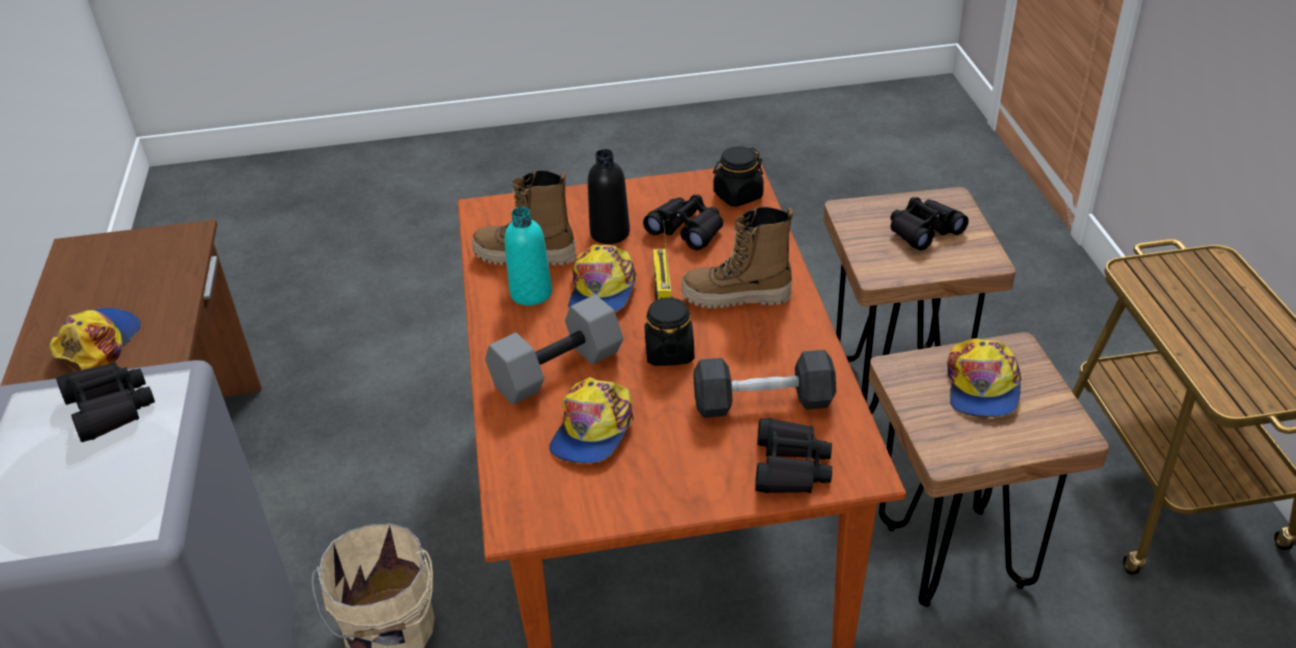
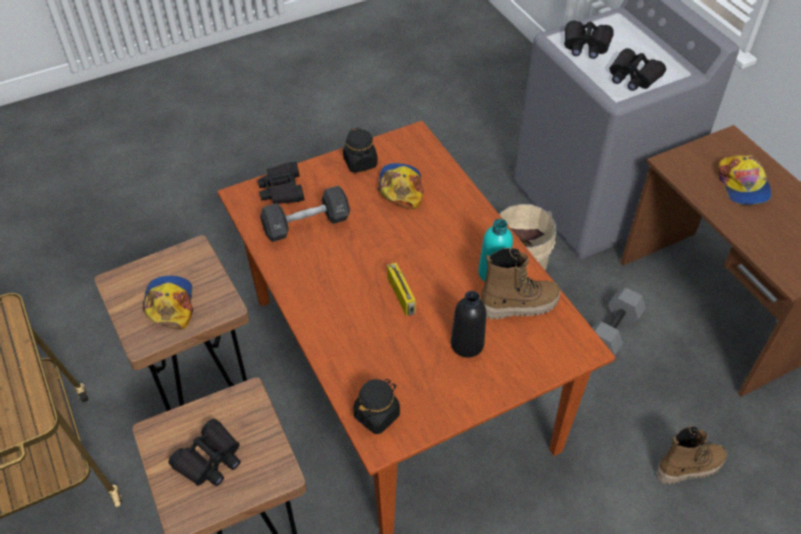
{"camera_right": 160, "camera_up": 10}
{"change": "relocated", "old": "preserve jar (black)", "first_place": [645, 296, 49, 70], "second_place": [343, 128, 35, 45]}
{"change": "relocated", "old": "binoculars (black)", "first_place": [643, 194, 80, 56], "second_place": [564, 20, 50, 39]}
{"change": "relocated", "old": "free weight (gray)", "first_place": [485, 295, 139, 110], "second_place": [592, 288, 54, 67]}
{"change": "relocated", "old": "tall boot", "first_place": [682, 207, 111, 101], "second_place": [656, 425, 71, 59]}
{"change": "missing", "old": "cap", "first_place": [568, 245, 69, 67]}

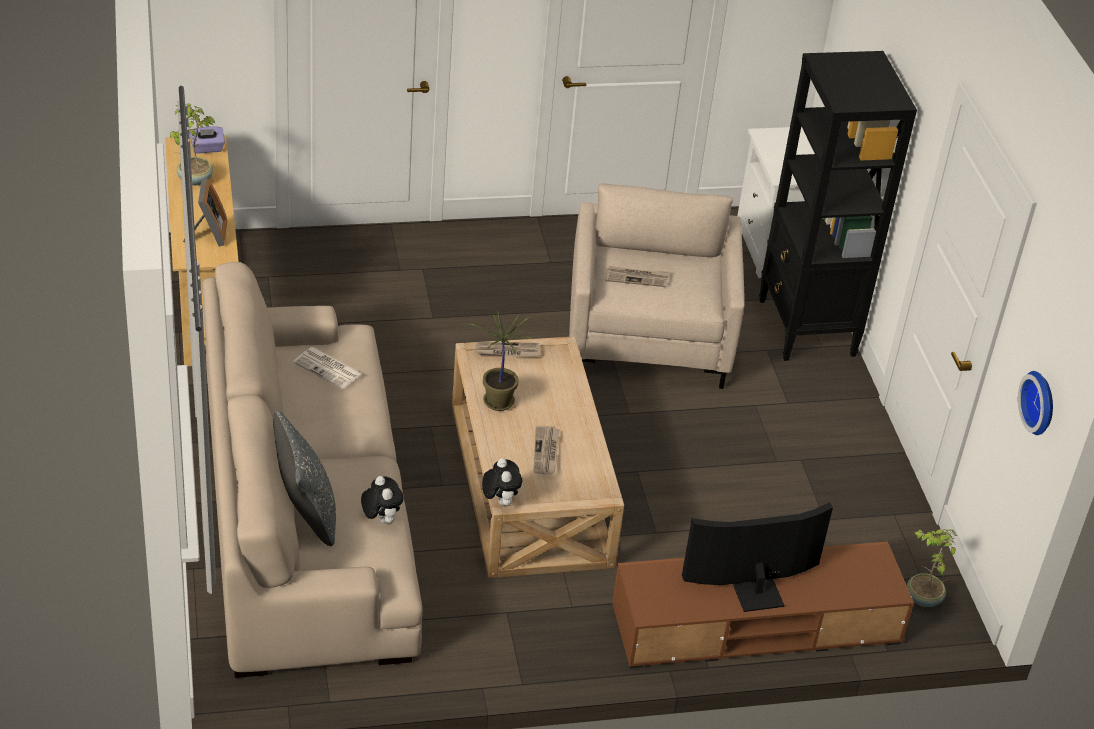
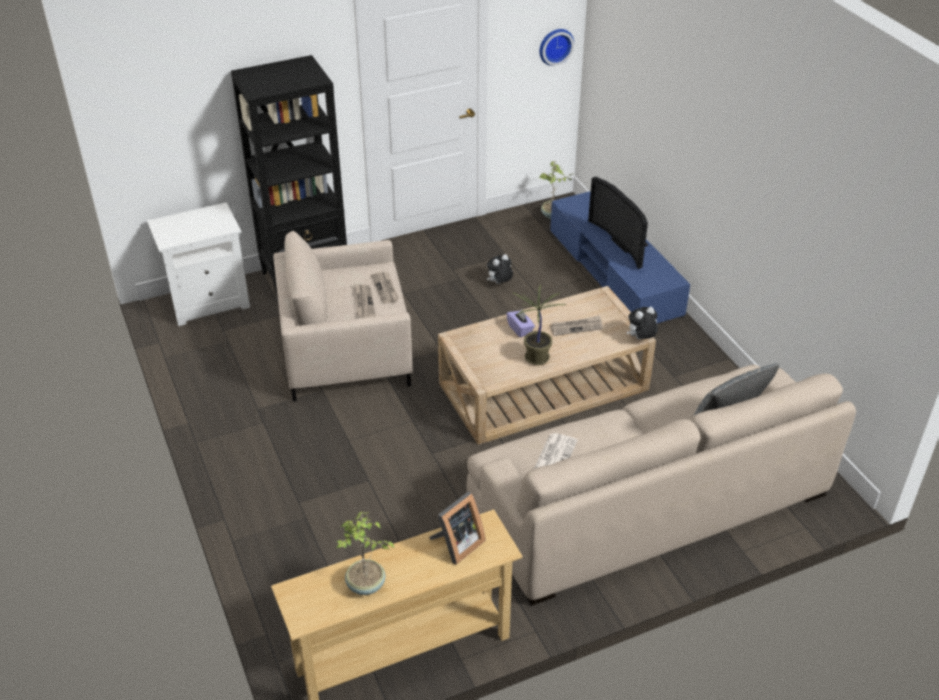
{"camera_right": -100, "camera_up": 0}
{"change": "relocated", "old": "printed paper", "first_place": [475, 342, 66, 15], "second_place": [371, 271, 28, 33]}
{"change": "spun", "old": "standing frame", "first_place": [183, 178, 44, 69], "second_place": [429, 492, 57, 73], "degrees": 150}
{"change": "relocated", "old": "cuddly toy", "first_place": [361, 476, 42, 47], "second_place": [487, 254, 26, 30]}
{"change": "relocated", "old": "box of tissues (purple-coloured)", "first_place": [189, 126, 36, 27], "second_place": [506, 309, 29, 28]}
{"change": "colour", "old": "media console (brown-coloured)", "new": "media console (blue-coloured)", "first_place": [612, 542, 302, 126], "second_place": [550, 191, 140, 133]}

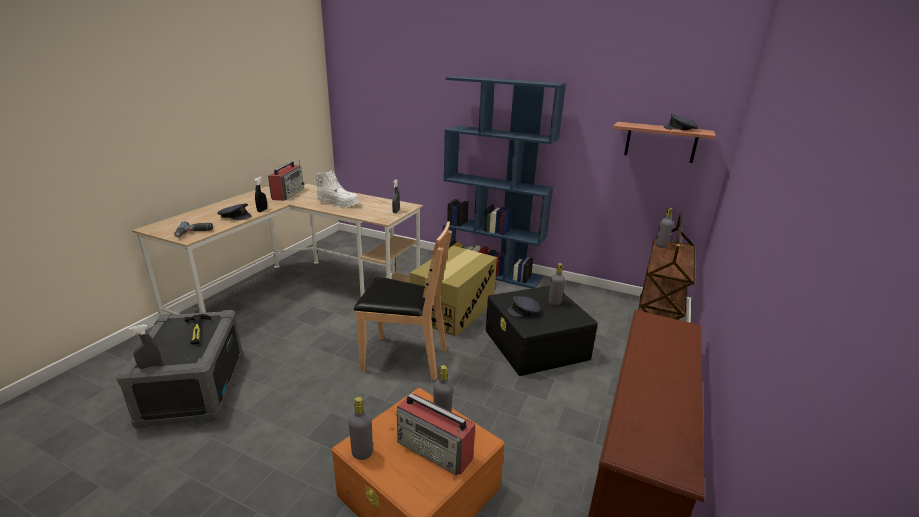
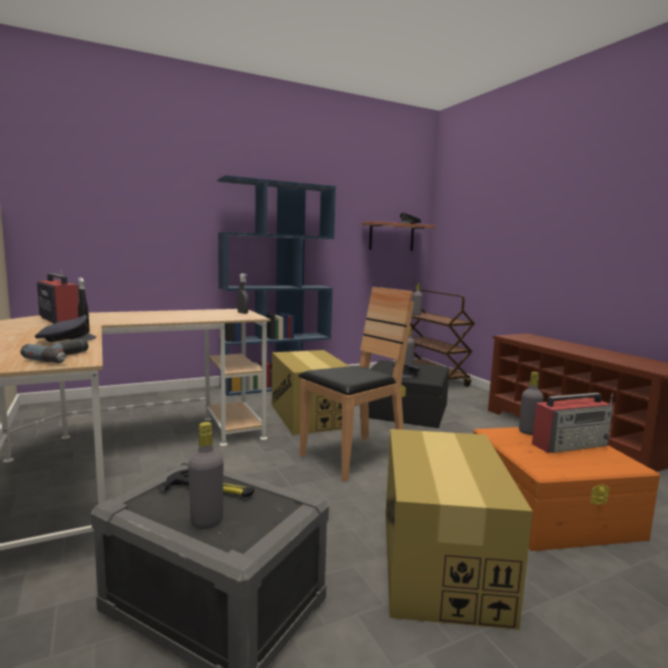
{"camera_right": -50, "camera_up": -15}
{"change": "relocated", "old": "beverage bottle (gray)", "first_place": [348, 397, 25, 63], "second_place": [188, 422, 35, 107]}
{"change": "appeared", "new": "cardboard box", "second_place": [386, 429, 147, 201]}
{"change": "missing", "old": "hand sprayer (gray)", "first_place": [129, 325, 32, 44]}
{"change": "missing", "old": "tall boot (white-coloured)", "first_place": [315, 170, 45, 38]}

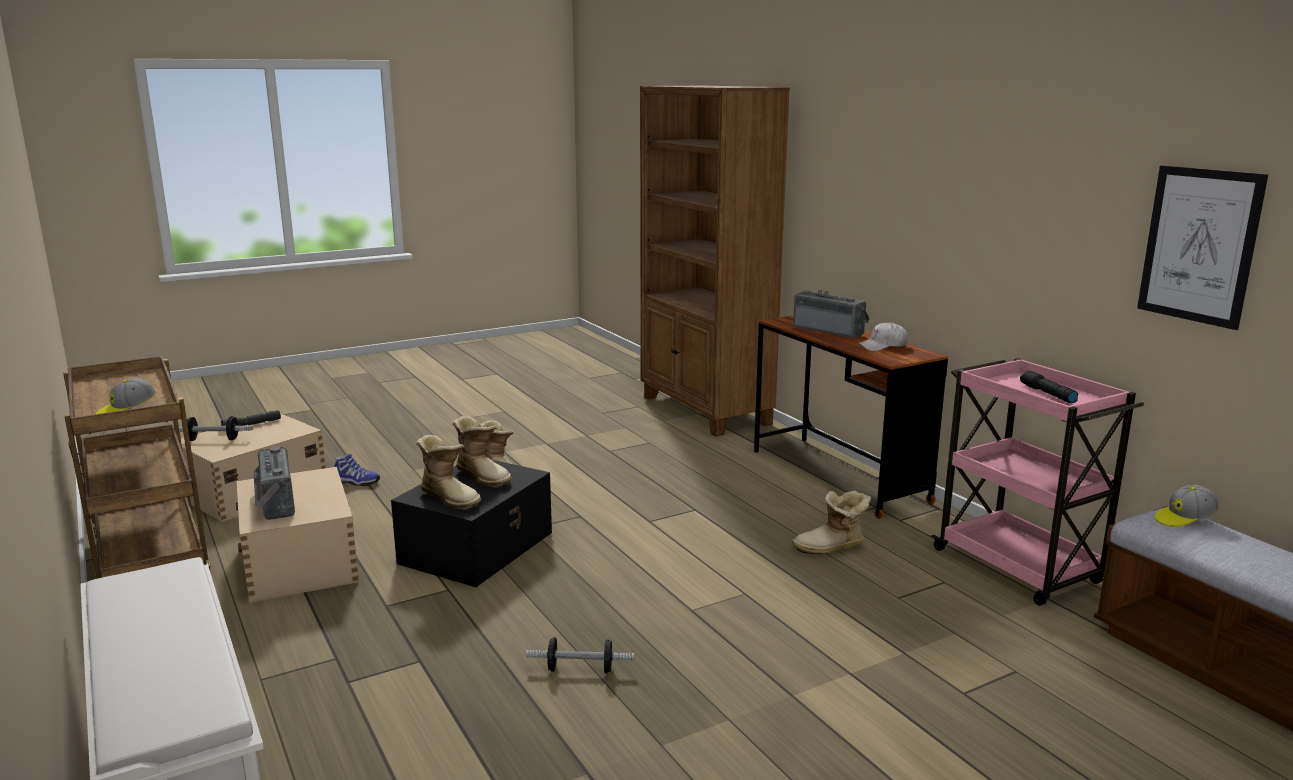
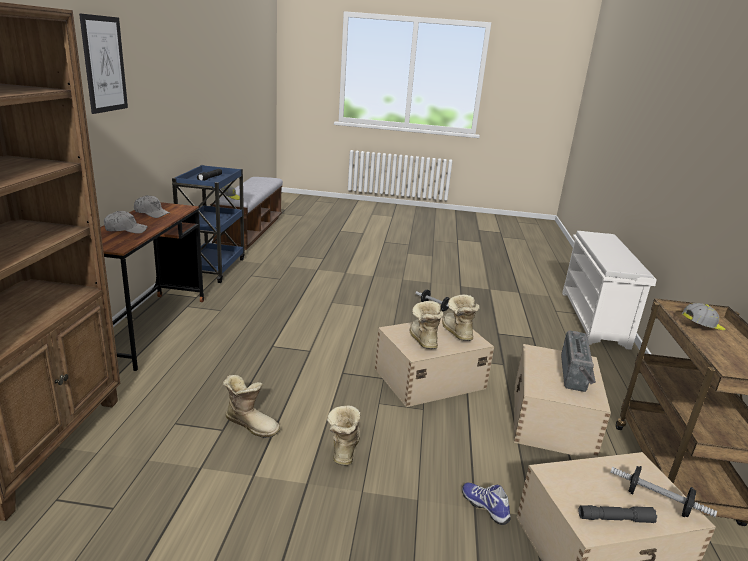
{"camera_right": -145, "camera_up": 5}
{"change": "relocated", "old": "wall art", "first_place": [1137, 166, 131, 164], "second_place": [79, 13, 49, 101]}
{"change": "exchanged", "old": "radio", "new": "cap (white-coloured)", "first_place": [793, 290, 77, 48], "second_place": [104, 211, 44, 23]}
{"change": "colour", "old": "wheeled cart (pink-coloured)", "new": "wheeled cart (blue-coloured)", "first_place": [931, 358, 213, 248], "second_place": [172, 165, 73, 118]}
{"change": "relocated", "old": "tall boot", "first_place": [792, 490, 79, 64], "second_place": [223, 375, 57, 63]}
{"change": "colour", "old": "storage container (black)", "new": "storage container (beige)", "first_place": [391, 460, 161, 127], "second_place": [375, 317, 119, 90]}

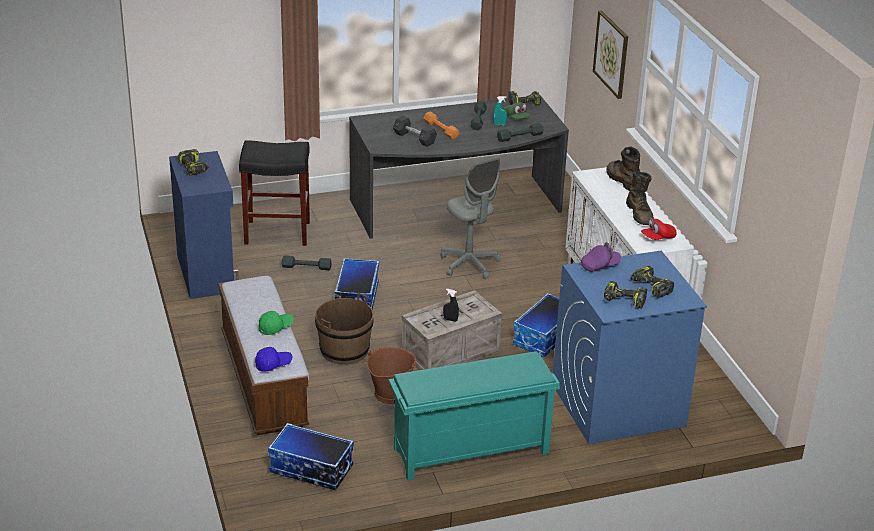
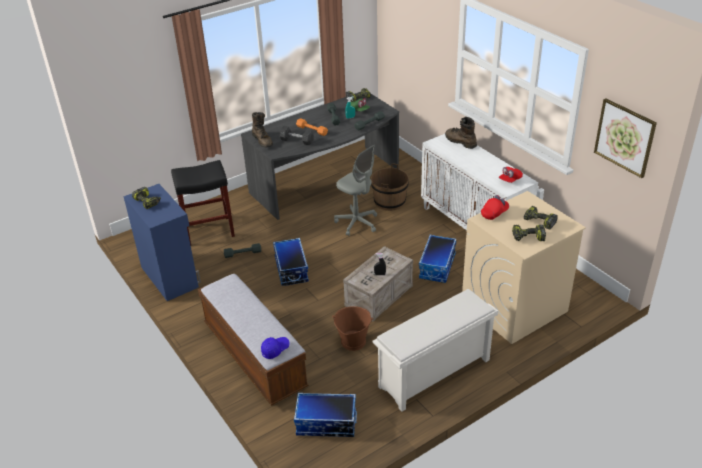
{"camera_right": -15, "camera_up": 5}
{"change": "relocated", "old": "tall boot (brown-coloured)", "first_place": [626, 171, 28, 54], "second_place": [252, 112, 21, 36]}
{"change": "relocated", "old": "pail (brown-coloured)", "first_place": [315, 293, 59, 71], "second_place": [371, 163, 38, 48]}
{"change": "colour", "old": "shoe rack (turquoise)", "new": "shoe rack (white-coloured)", "first_place": [389, 351, 171, 129], "second_place": [373, 289, 125, 123]}
{"change": "colour", "old": "washing machine (blue-coloured)", "new": "washing machine (beige)", "first_place": [553, 251, 154, 193], "second_place": [462, 191, 124, 153]}
{"change": "colour", "old": "cap (purple-coloured)", "new": "cap (red)", "first_place": [581, 242, 40, 30], "second_place": [481, 195, 28, 25]}
{"change": "relocated", "old": "wall art", "first_place": [593, 11, 35, 88], "second_place": [594, 99, 63, 79]}
{"change": "missing", "old": "cap (green)", "first_place": [259, 311, 35, 24]}

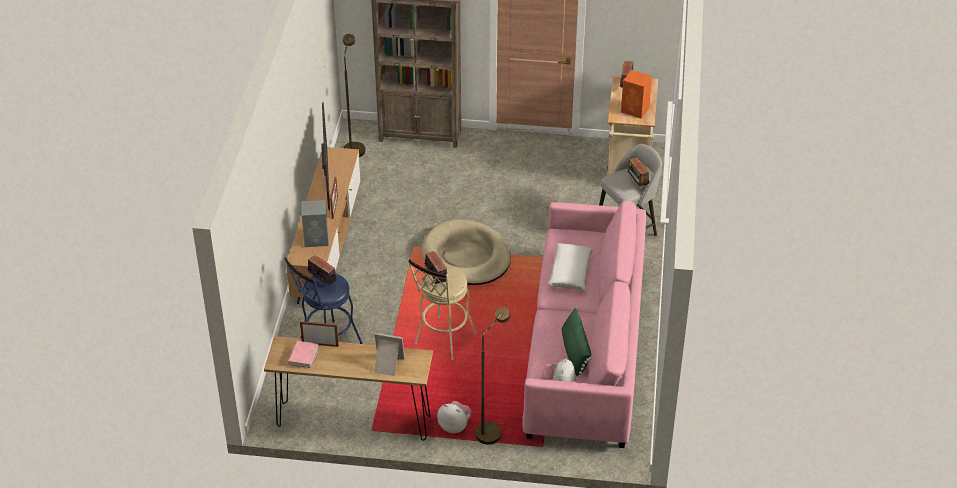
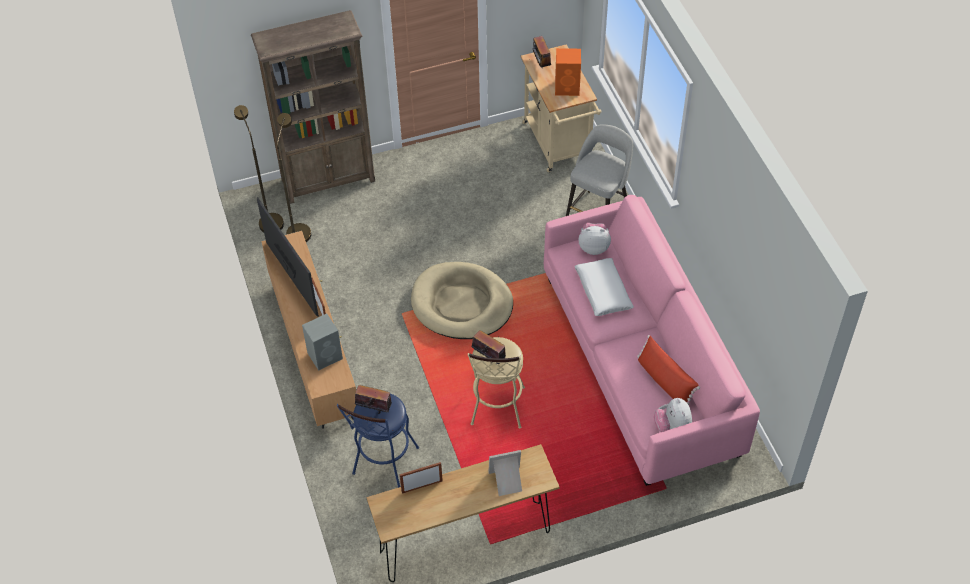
{"camera_right": -25, "camera_up": 10}
{"change": "relocated", "old": "standing lamp (brown-coloured)", "first_place": [475, 307, 35, 138], "second_place": [277, 113, 34, 129]}
{"change": "relocated", "old": "cuddly toy", "first_place": [437, 401, 34, 32], "second_place": [578, 223, 33, 32]}
{"change": "colour", "old": "throw pillow (green)", "new": "throw pillow (red)", "first_place": [562, 307, 30, 71], "second_place": [637, 335, 63, 70]}
{"change": "missing", "old": "volume (pink-coloured)", "first_place": [288, 341, 31, 28]}
{"change": "missing", "old": "radio", "first_place": [628, 157, 21, 30]}

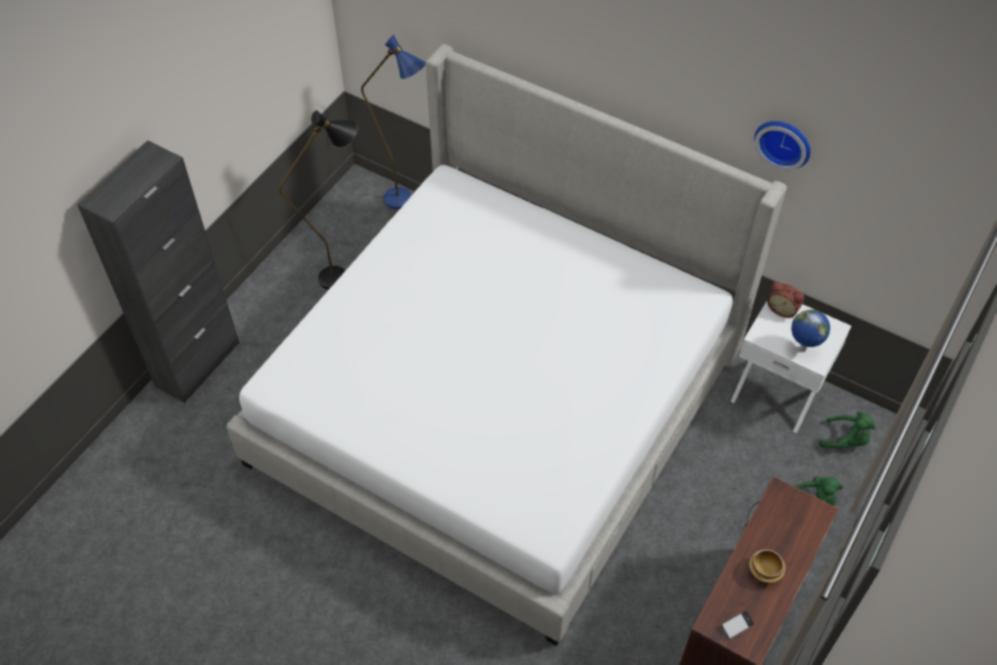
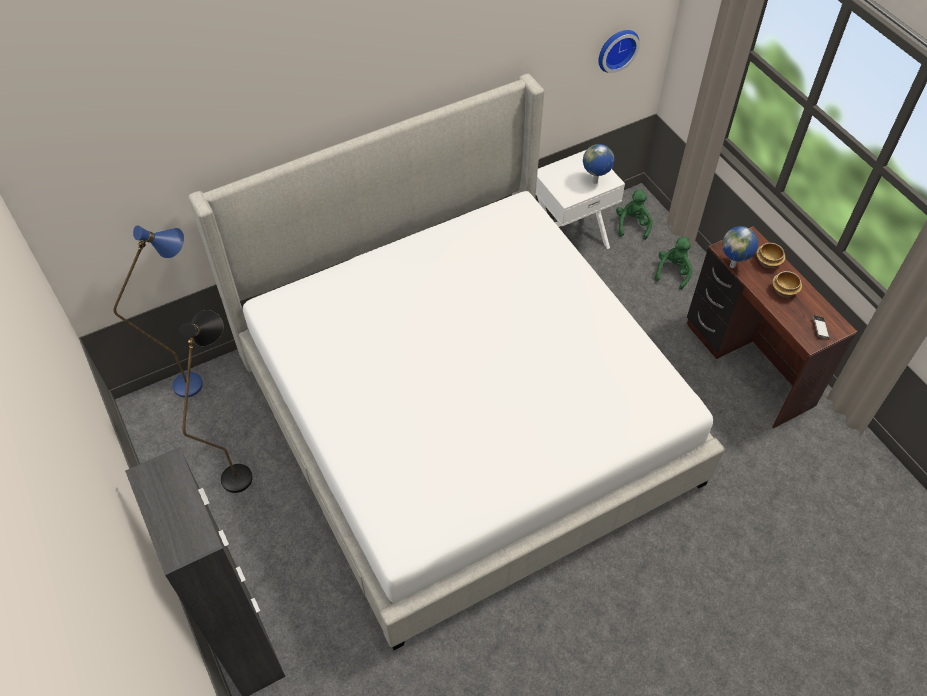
{"camera_right": -60, "camera_up": 0}
{"change": "relocated", "old": "wall clock", "first_place": [754, 121, 57, 49], "second_place": [598, 30, 42, 43]}
{"change": "spun", "old": "cuddly toy (green)", "first_place": [819, 412, 57, 36], "second_place": [616, 189, 37, 51], "degrees": -45}
{"change": "appeared", "new": "globe", "second_place": [722, 226, 37, 42]}
{"change": "appeared", "new": "bowl", "second_place": [757, 243, 28, 25]}
{"change": "missing", "old": "bedside clock", "first_place": [767, 282, 37, 36]}

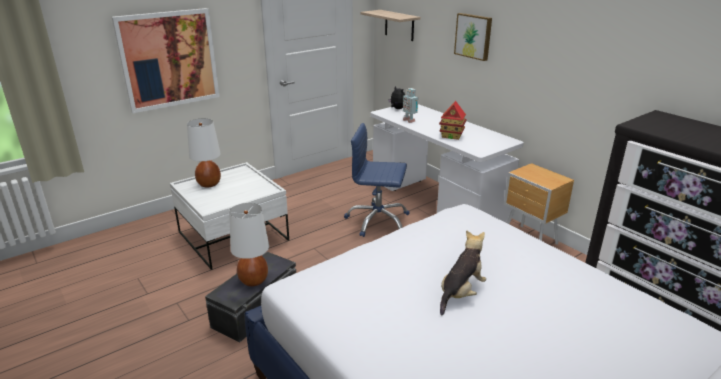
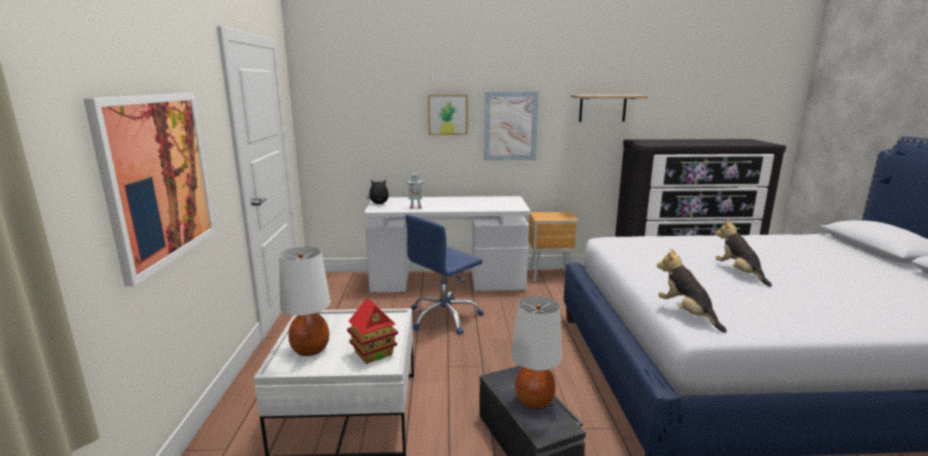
{"camera_right": -55, "camera_up": -10}
{"change": "relocated", "old": "toy house", "first_place": [439, 101, 28, 39], "second_place": [347, 298, 51, 66]}
{"change": "appeared", "new": "wall art", "second_place": [484, 92, 55, 68]}
{"change": "relocated", "old": "wall shelf", "first_place": [361, 10, 60, 31], "second_place": [571, 95, 77, 27]}
{"change": "appeared", "new": "cuddly toy", "second_place": [657, 248, 70, 85]}

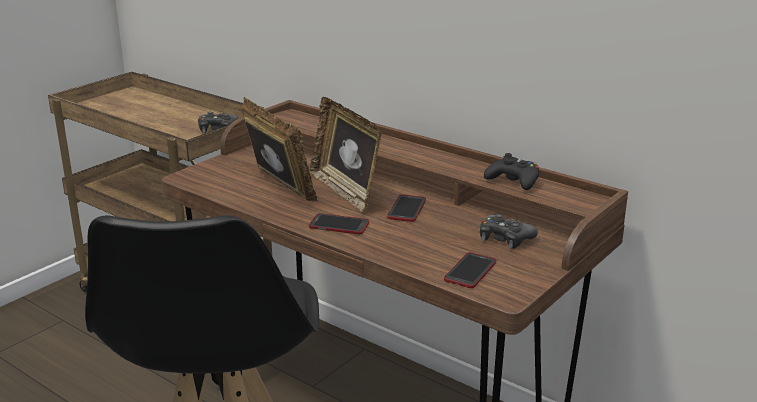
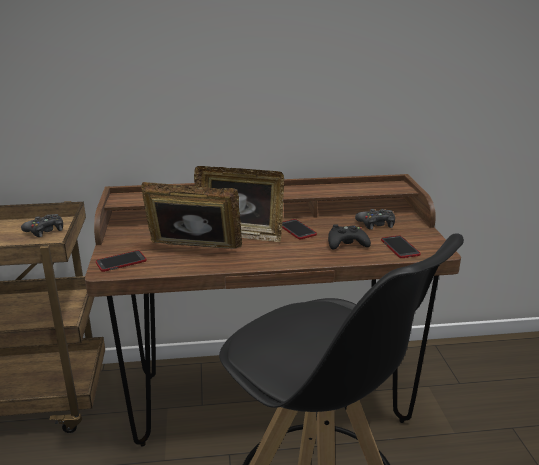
{"camera_right": -45, "camera_up": 0}
{"change": "relocated", "old": "handset", "first_place": [309, 213, 60, 21], "second_place": [96, 250, 51, 22]}
{"change": "relocated", "old": "gamepad (black)", "first_place": [484, 153, 55, 37], "second_place": [328, 224, 43, 26]}

